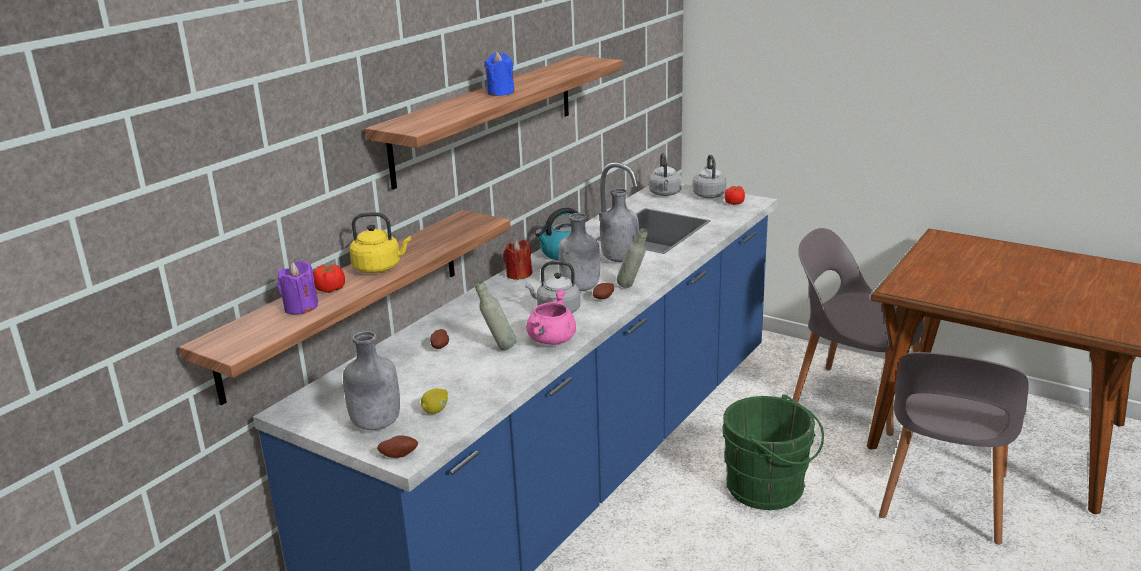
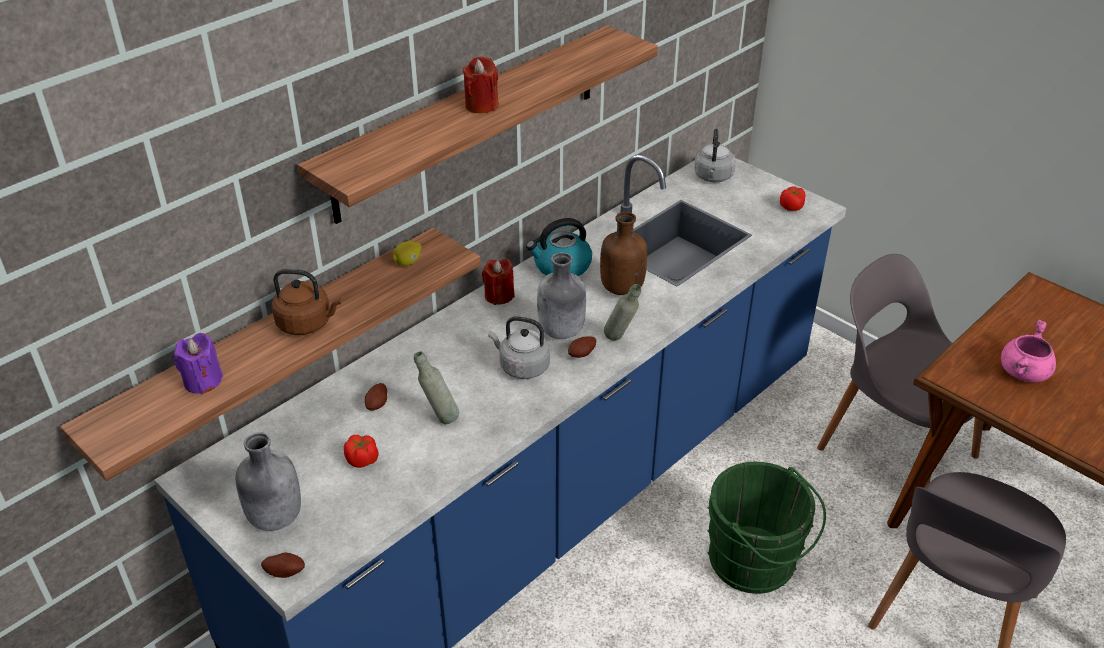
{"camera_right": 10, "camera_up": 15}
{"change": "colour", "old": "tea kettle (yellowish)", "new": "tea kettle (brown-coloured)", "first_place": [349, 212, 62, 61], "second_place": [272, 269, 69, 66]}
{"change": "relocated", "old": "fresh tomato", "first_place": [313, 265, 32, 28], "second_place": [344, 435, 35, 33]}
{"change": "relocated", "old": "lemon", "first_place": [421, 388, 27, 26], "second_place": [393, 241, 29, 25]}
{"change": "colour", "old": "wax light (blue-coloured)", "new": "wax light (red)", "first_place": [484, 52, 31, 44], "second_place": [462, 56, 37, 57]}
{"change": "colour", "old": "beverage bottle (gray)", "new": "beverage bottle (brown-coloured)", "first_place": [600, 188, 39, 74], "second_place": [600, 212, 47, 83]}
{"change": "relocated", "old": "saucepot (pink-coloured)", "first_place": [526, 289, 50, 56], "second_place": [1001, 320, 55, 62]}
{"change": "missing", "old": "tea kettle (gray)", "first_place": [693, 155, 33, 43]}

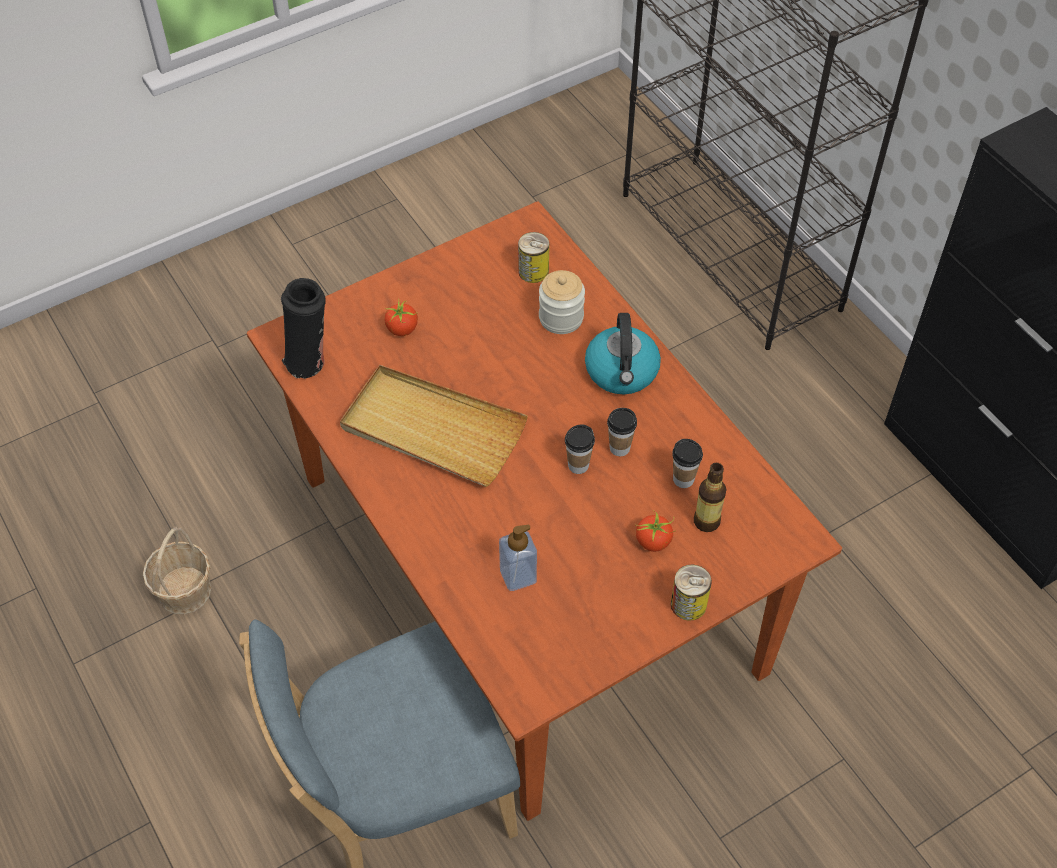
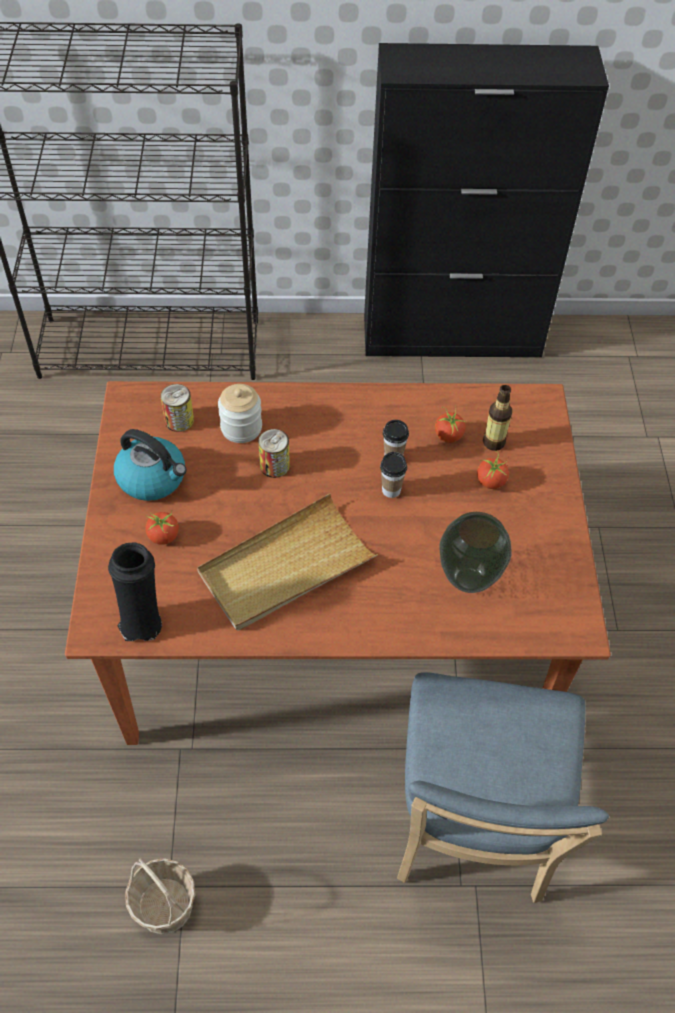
{"camera_right": -60, "camera_up": 0}
{"change": "relocated", "old": "tea kettle", "first_place": [585, 313, 76, 81], "second_place": [114, 429, 72, 72]}
{"change": "relocated", "old": "metal can", "first_place": [671, 565, 41, 56], "second_place": [258, 429, 32, 49]}
{"change": "exchanged", "old": "cup", "new": "fresh tomato", "first_place": [672, 439, 31, 49], "second_place": [435, 407, 31, 36]}
{"change": "exchanged", "old": "liquid soap bottle", "new": "vase", "first_place": [499, 525, 38, 66], "second_place": [439, 512, 73, 81]}

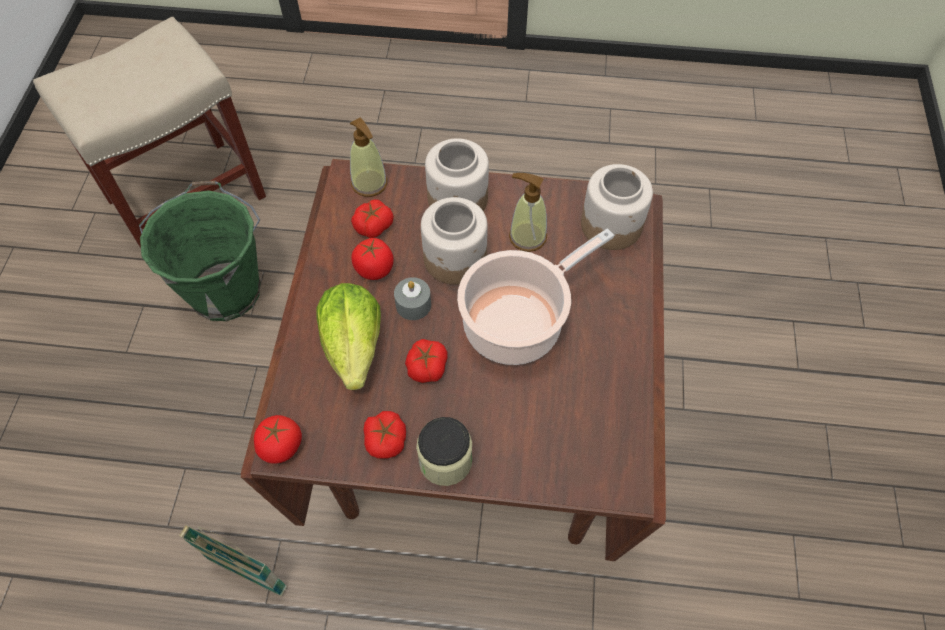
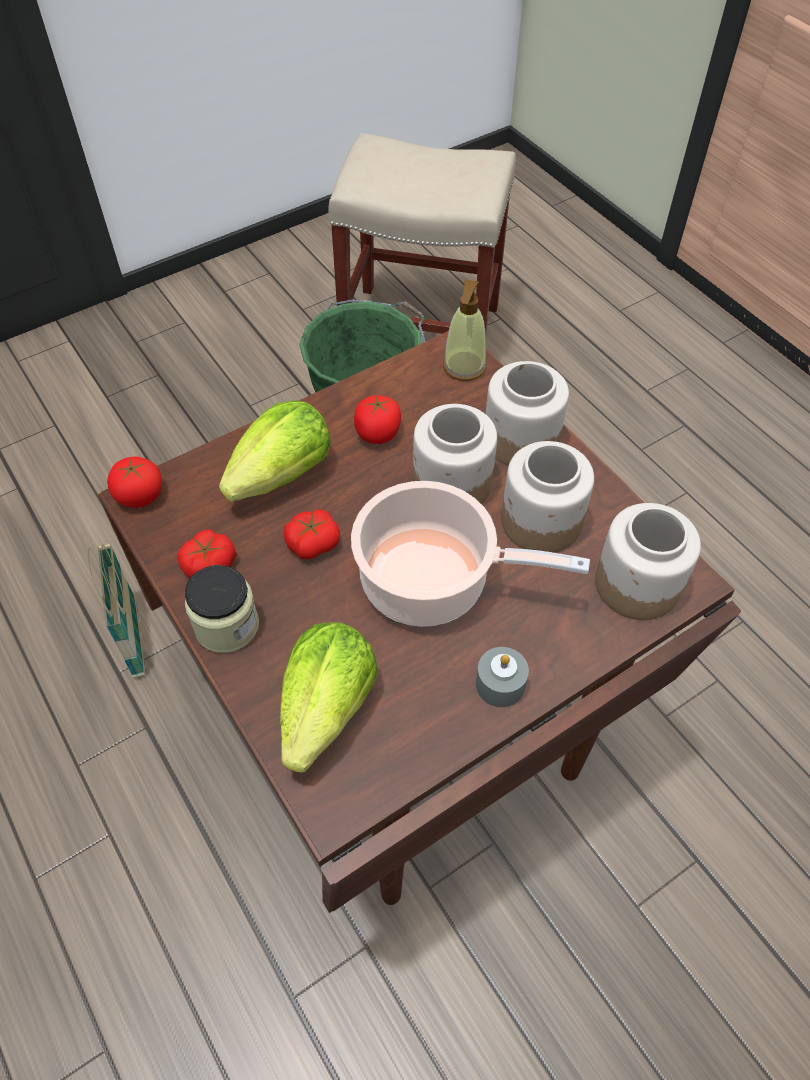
{"camera_right": 50, "camera_up": -5}
{"change": "appeared", "new": "lettuce", "second_place": [280, 623, 98, 150]}
{"change": "relocated", "old": "wax light (gray)", "first_place": [394, 277, 37, 43], "second_place": [476, 647, 53, 60]}
{"change": "exchanged", "old": "liquid soap bottle", "new": "preserve jar", "first_place": [509, 173, 38, 79], "second_place": [501, 441, 93, 112]}
{"change": "missing", "old": "fresh tomato", "first_place": [351, 199, 43, 39]}

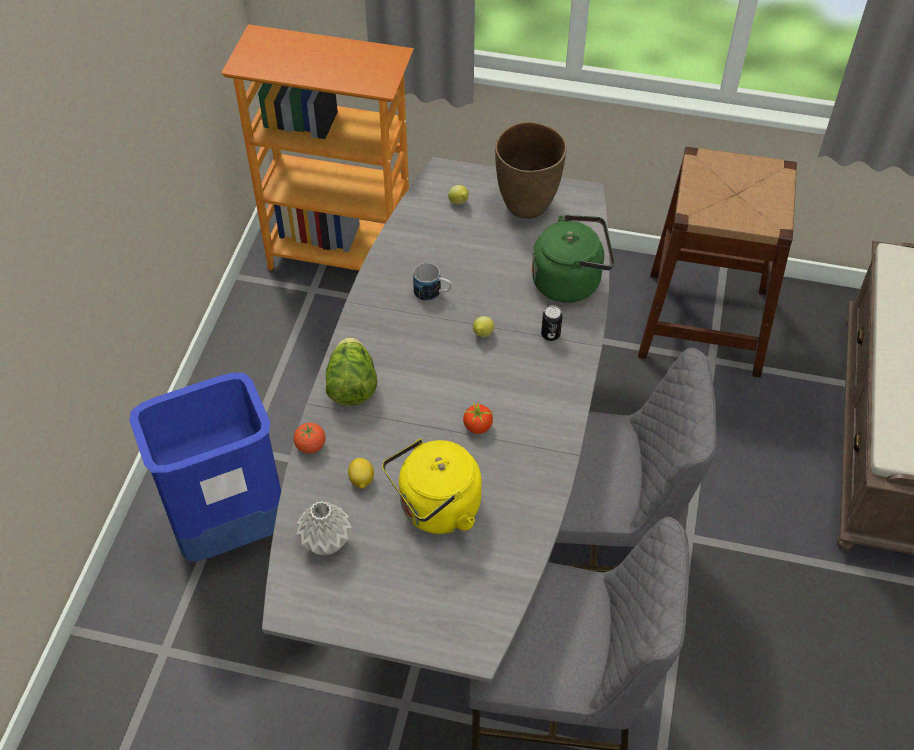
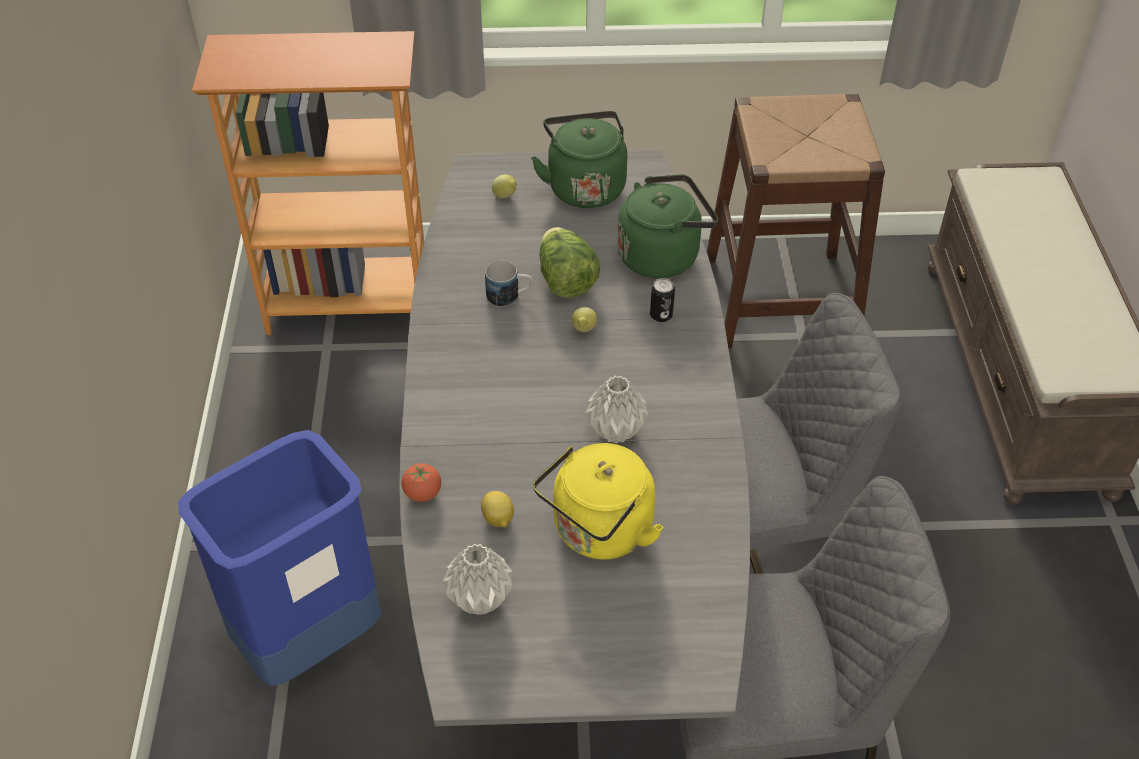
{"camera_right": -15, "camera_up": -5}
{"change": "exchanged", "old": "vase (brown-coloured)", "new": "tea kettle (green)", "first_place": [495, 122, 72, 97], "second_place": [531, 111, 96, 97]}
{"change": "relocated", "old": "lettuce", "first_place": [326, 337, 51, 69], "second_place": [539, 227, 61, 71]}
{"change": "exchanged", "old": "fresh tomato", "new": "vase (gray)", "first_place": [463, 401, 31, 33], "second_place": [585, 376, 64, 68]}

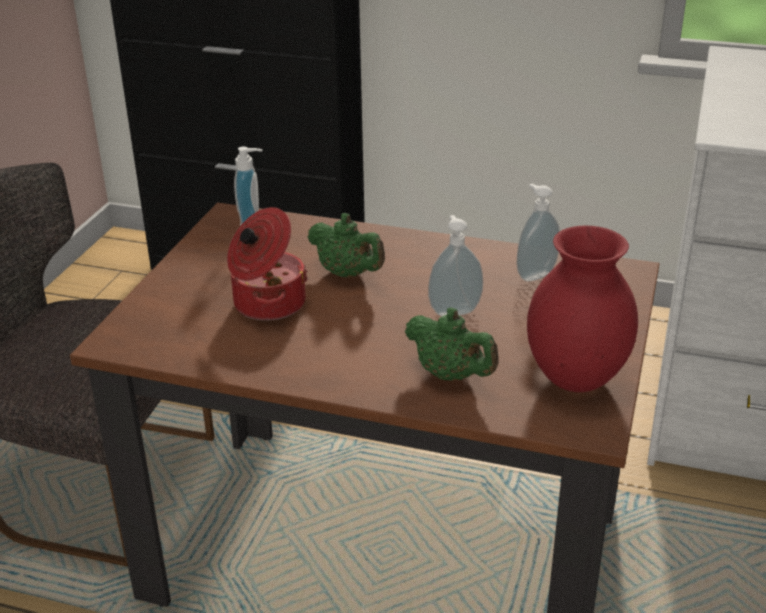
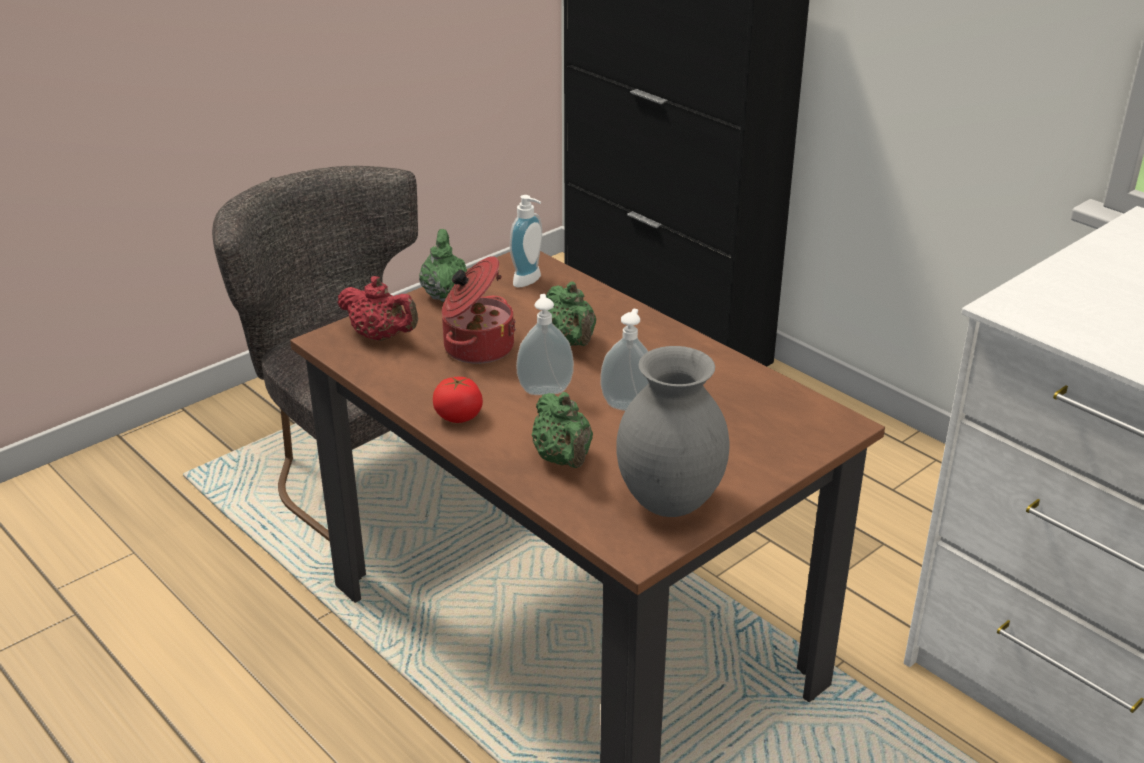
{"camera_right": 30, "camera_up": 0}
{"change": "appeared", "new": "teapot (red)", "second_place": [337, 276, 81, 65]}
{"change": "appeared", "new": "teapot (green)", "second_place": [419, 229, 48, 73]}
{"change": "appeared", "new": "fresh tomato", "second_place": [433, 377, 50, 46]}
{"change": "relocated", "old": "liquid soap bottle", "first_place": [517, 184, 43, 97], "second_place": [516, 294, 58, 101]}
{"change": "colour", "old": "vase (red)", "new": "vase (gray)", "first_place": [527, 226, 111, 166], "second_place": [616, 346, 114, 171]}

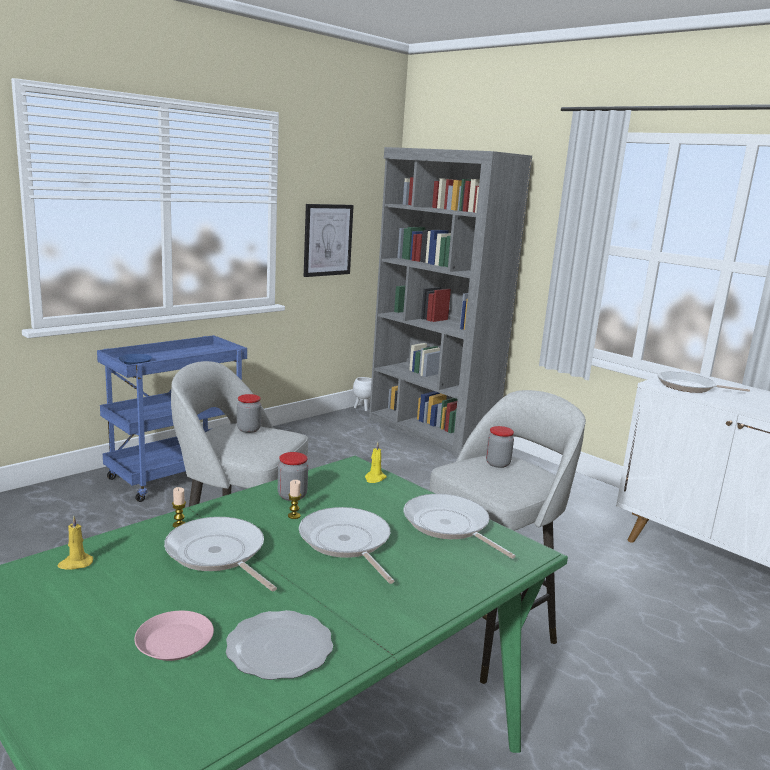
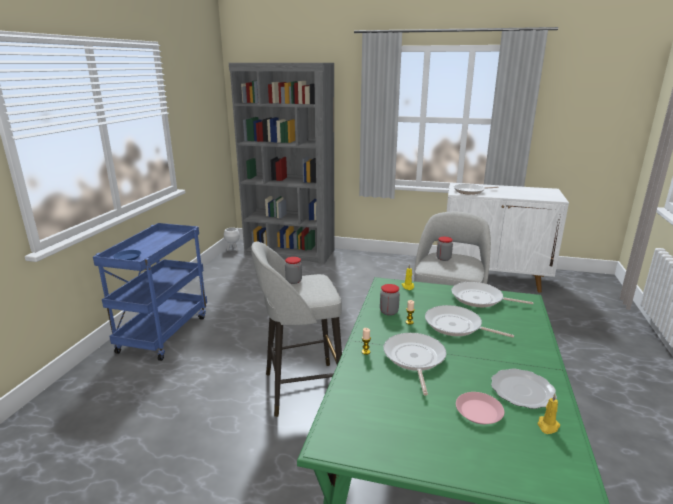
{"camera_right": -30, "camera_up": 5}
{"change": "spun", "old": "frying pan", "first_place": [164, 517, 113, 75], "second_place": [384, 333, 62, 62], "degrees": 75}
{"change": "relocated", "old": "wax light (yellowish)", "first_place": [58, 516, 35, 54], "second_place": [538, 394, 22, 40]}
{"change": "missing", "old": "wall art", "first_place": [304, 204, 50, 73]}

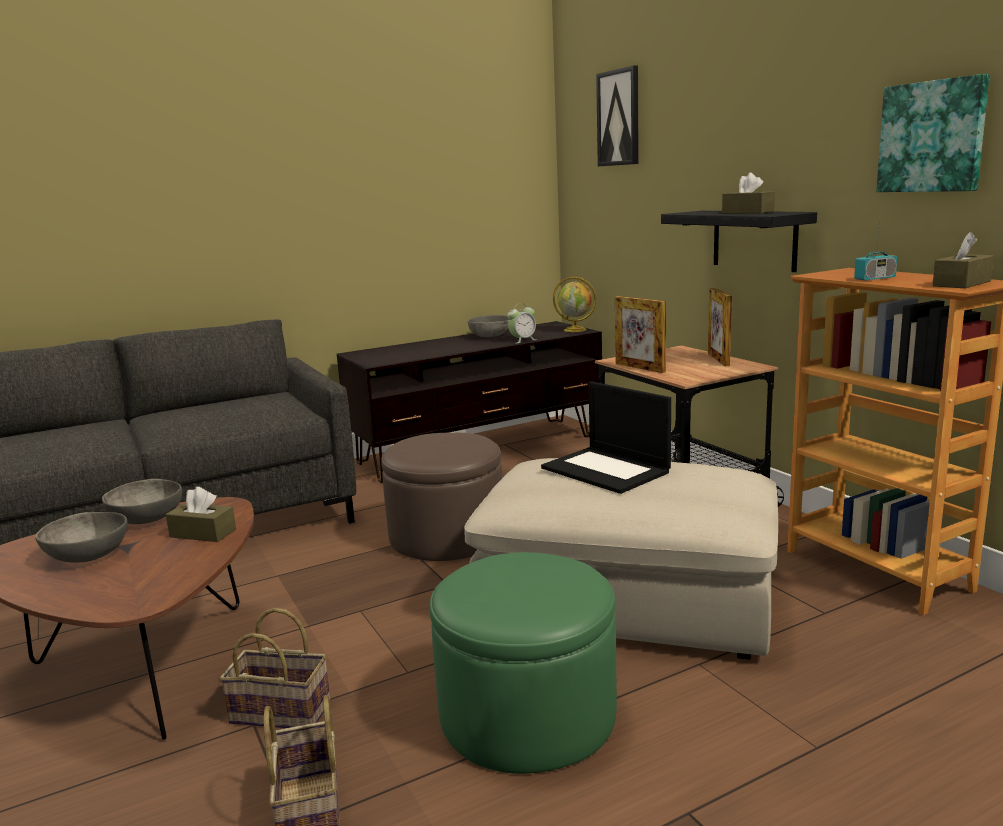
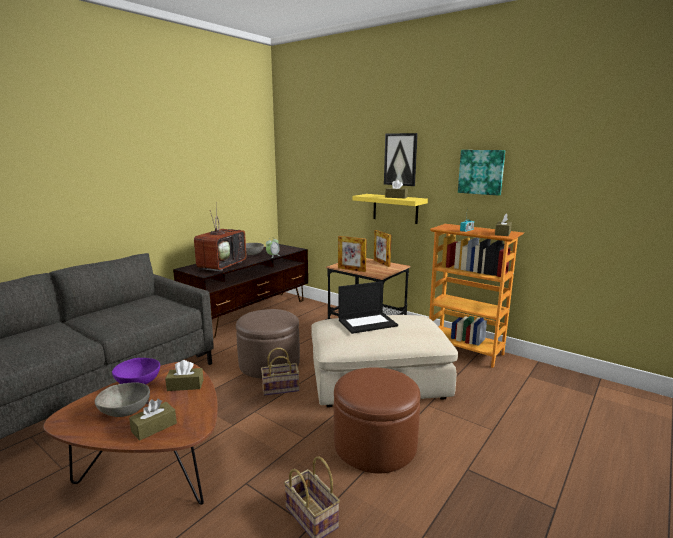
{"camera_right": -25, "camera_up": 0}
{"change": "colour", "old": "bowl (gray)", "new": "bowl (purple-coloured)", "first_place": [102, 479, 80, 45], "second_place": [112, 358, 48, 26]}
{"change": "appeared", "new": "box of tissues (brown-coloured)", "second_place": [129, 399, 48, 42]}
{"change": "appeared", "new": "TV set", "second_place": [194, 202, 53, 70]}
{"change": "relocated", "old": "storage basket", "first_place": [220, 608, 111, 120], "second_place": [261, 348, 38, 48]}
{"change": "colour", "old": "footrest (green)", "new": "footrest (brown-coloured)", "first_place": [430, 552, 187, 222], "second_place": [334, 367, 86, 106]}
{"change": "spun", "old": "laptop", "first_place": [541, 381, 130, 113], "second_place": [338, 281, 60, 53], "degrees": -45}
{"change": "colour", "old": "wall shelf (black)", "new": "wall shelf (yellowish)", "first_place": [661, 211, 156, 61], "second_place": [353, 194, 75, 30]}
{"change": "relocated", "old": "wall art", "first_place": [596, 65, 43, 101], "second_place": [384, 133, 34, 53]}
{"change": "missing", "old": "globe", "first_place": [553, 277, 43, 55]}

